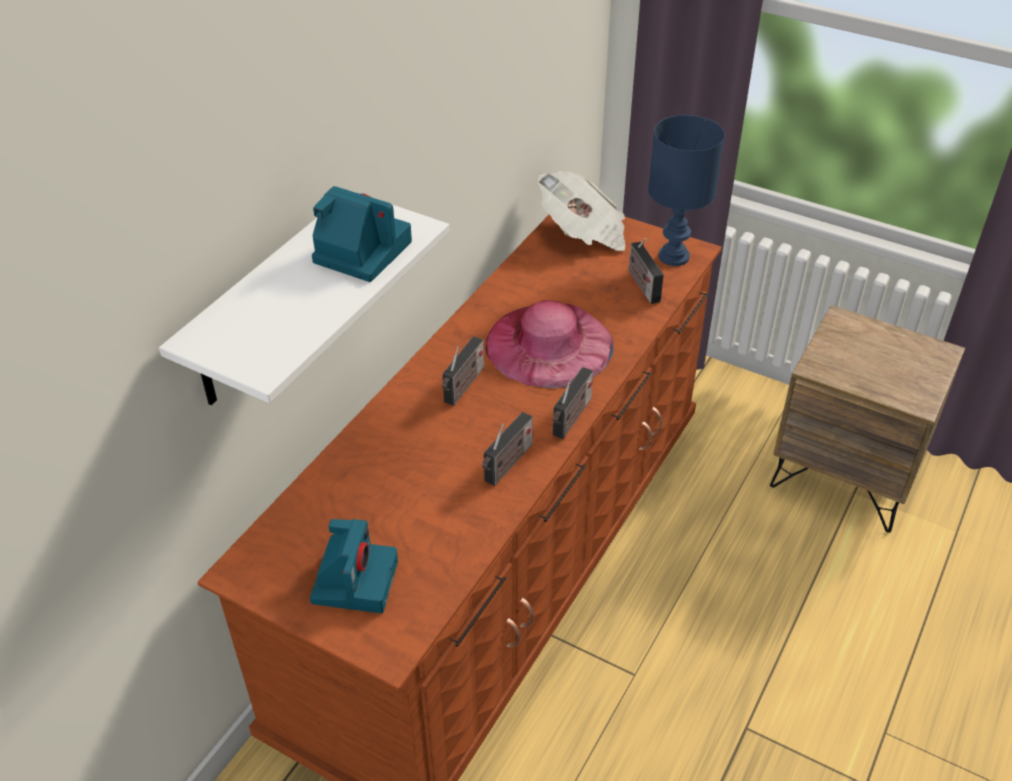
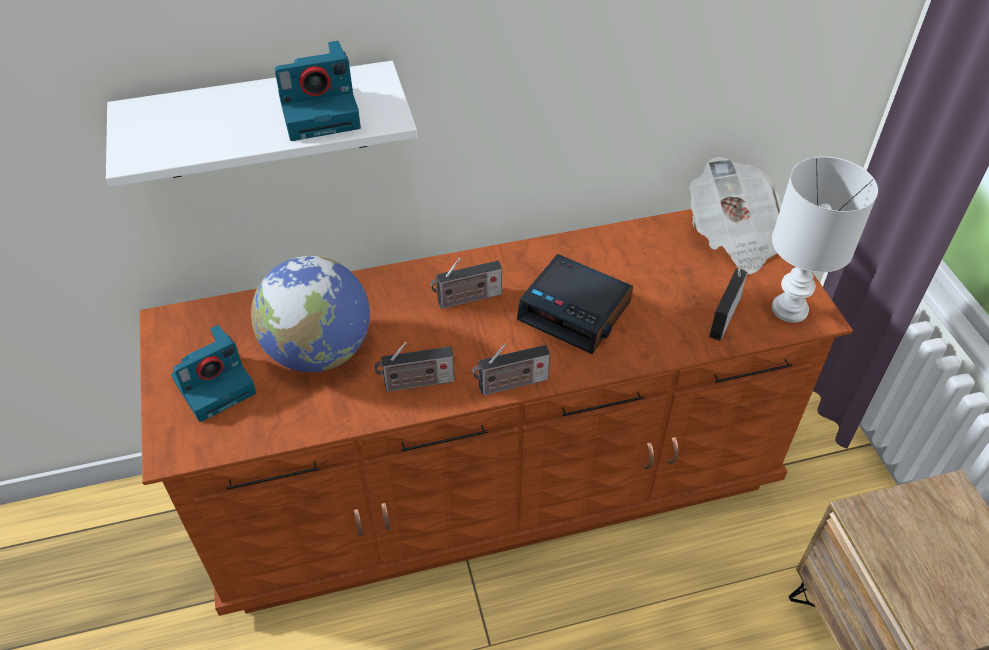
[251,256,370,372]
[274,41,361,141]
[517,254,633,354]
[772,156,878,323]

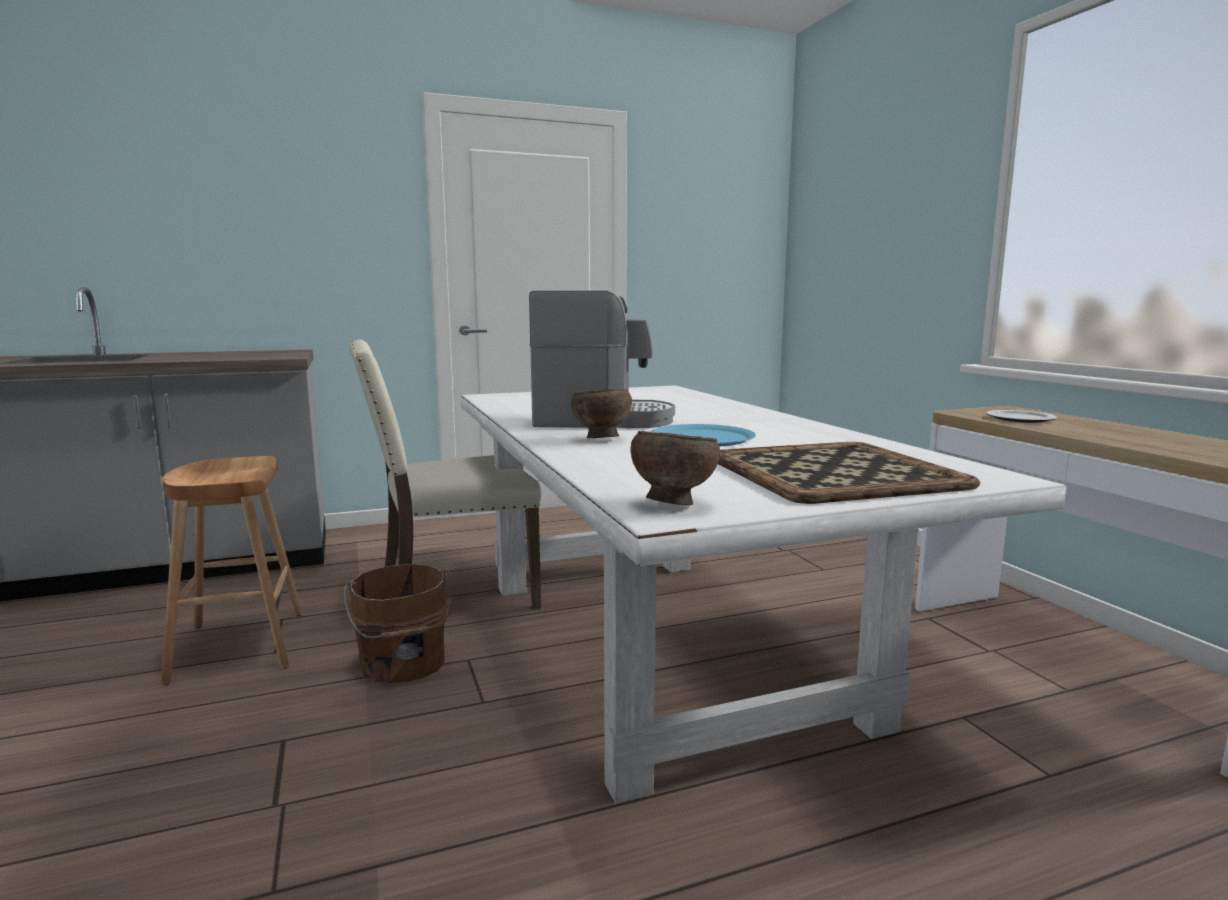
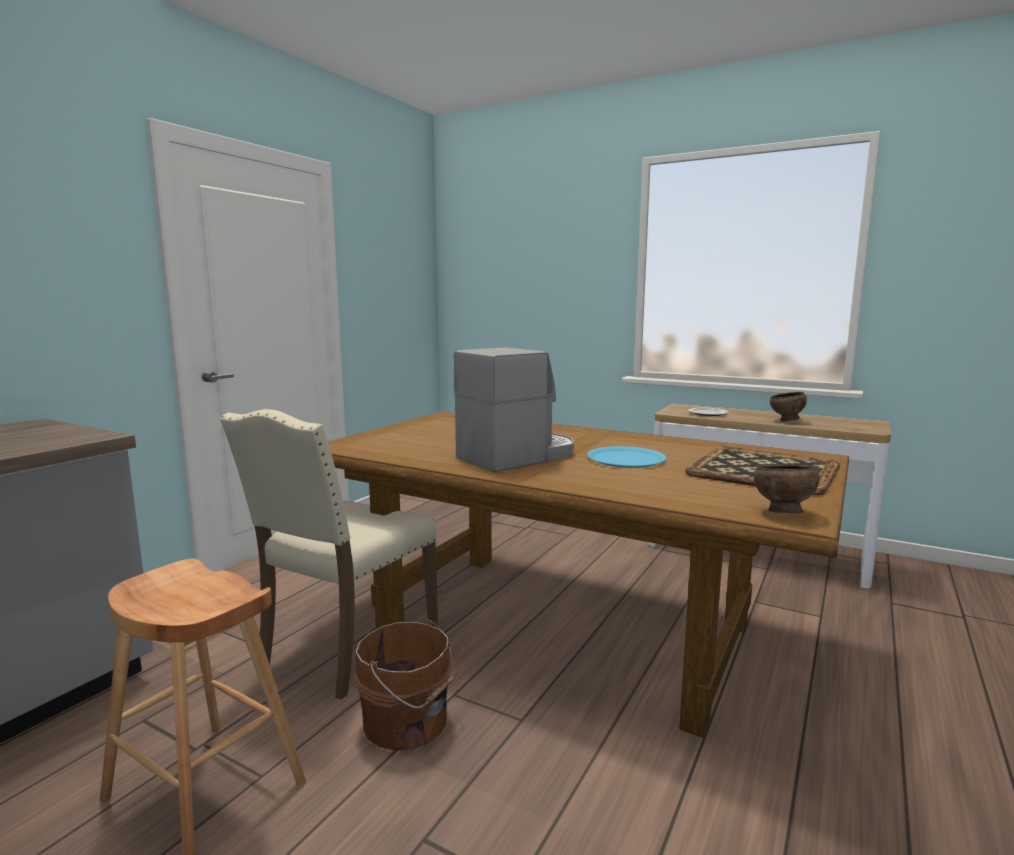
[328,412,849,737]
[770,392,807,421]

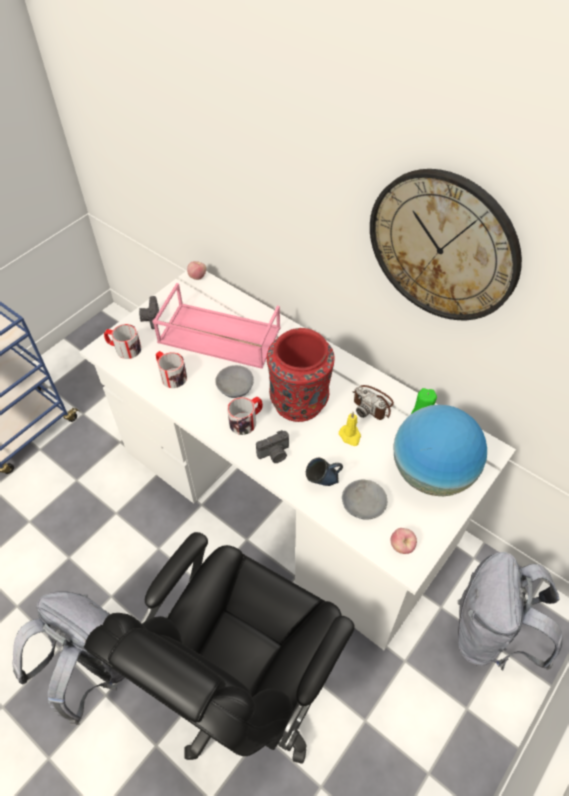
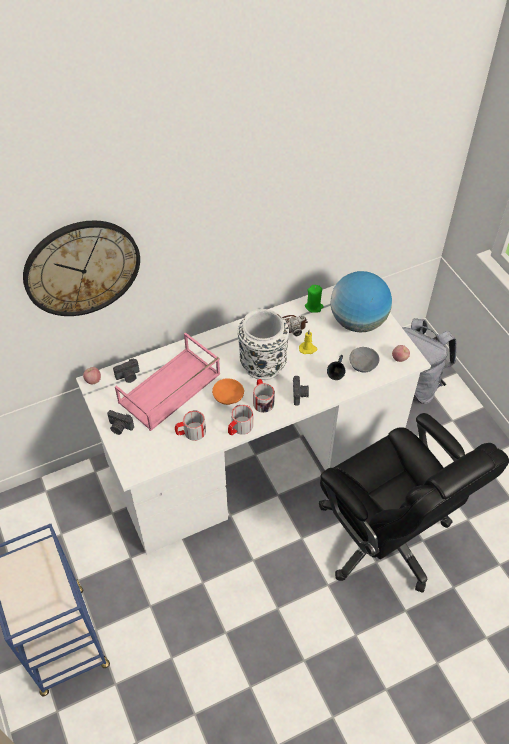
[23,221,140,316]
[113,359,140,383]
[212,378,244,405]
[228,405,253,435]
[238,309,289,380]
[13,591,125,725] (first image)

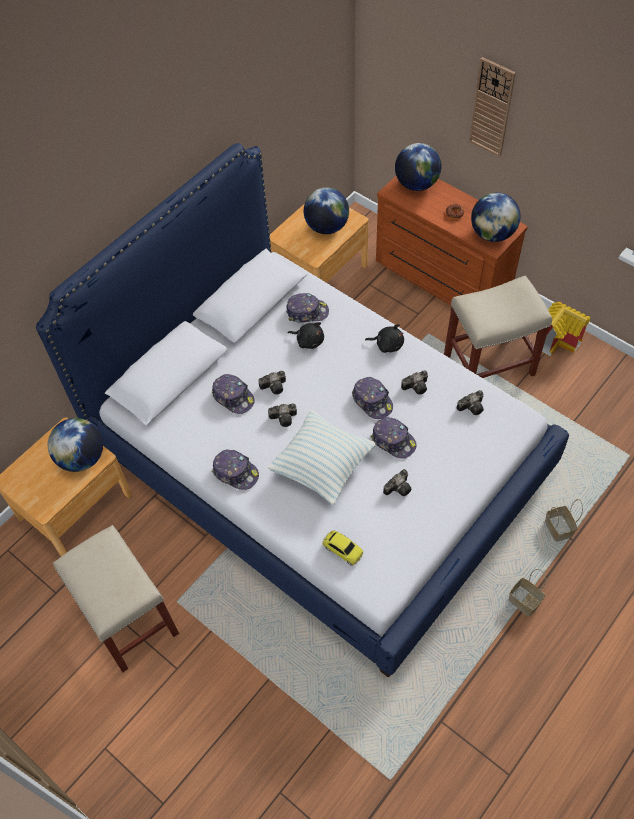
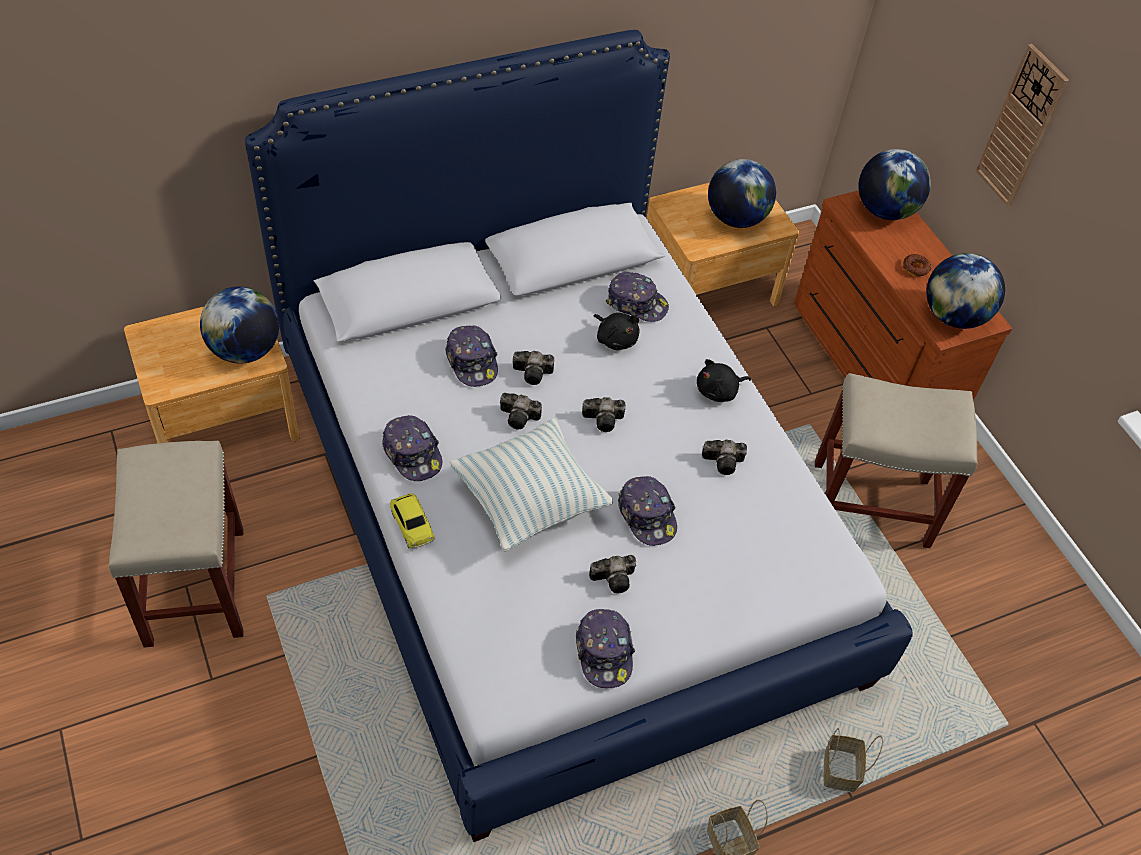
[390,493,435,548]
[576,609,635,688]
[582,397,625,432]
[697,359,751,402]
[542,302,590,356] (first image)

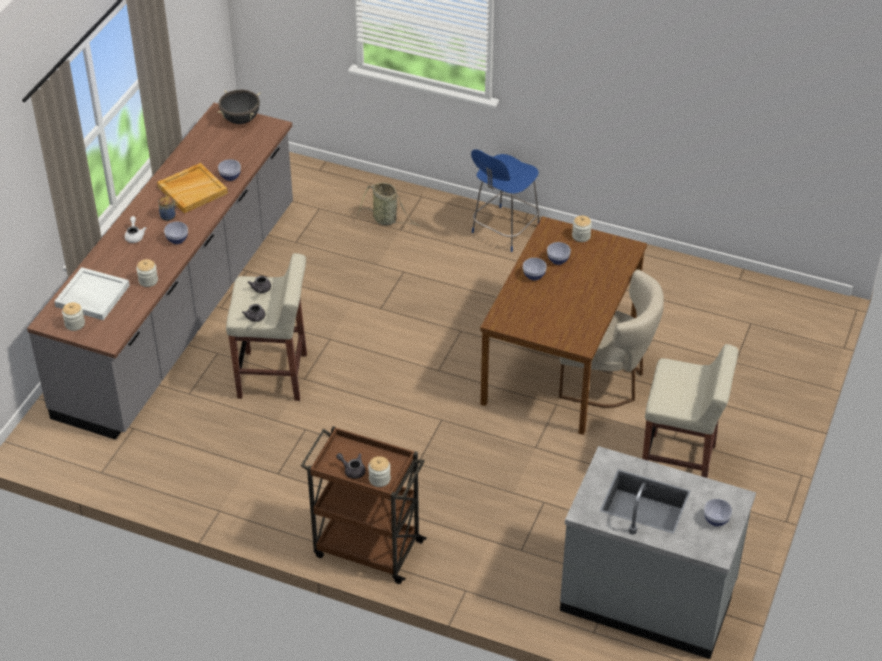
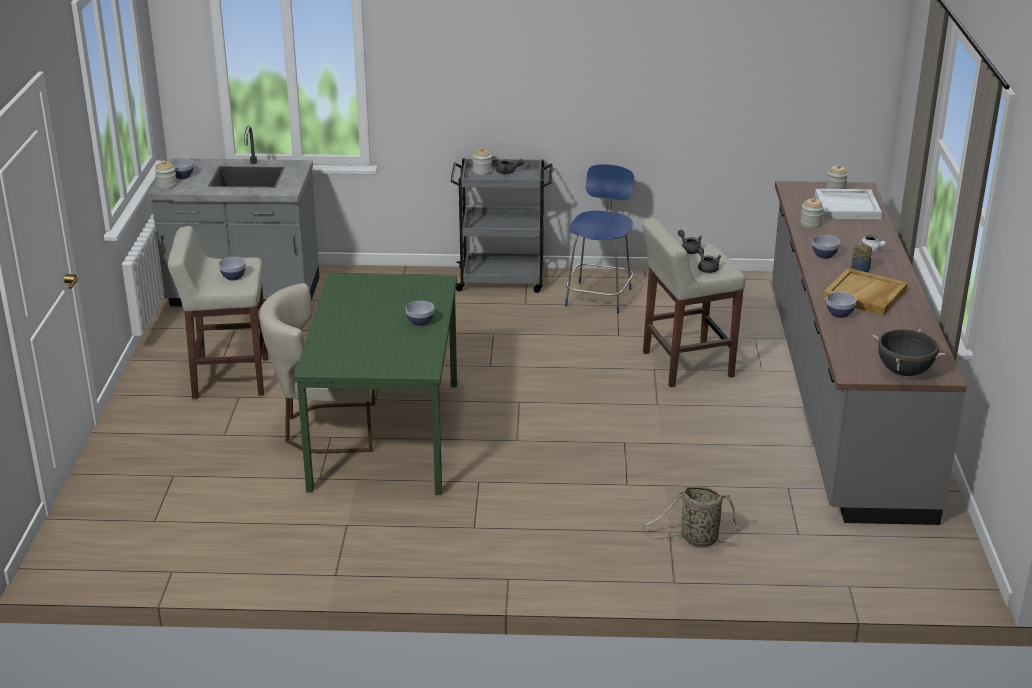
[155,160,177,189]
[218,257,246,280]
[294,273,457,495]
[450,158,552,293]
[565,164,634,314]

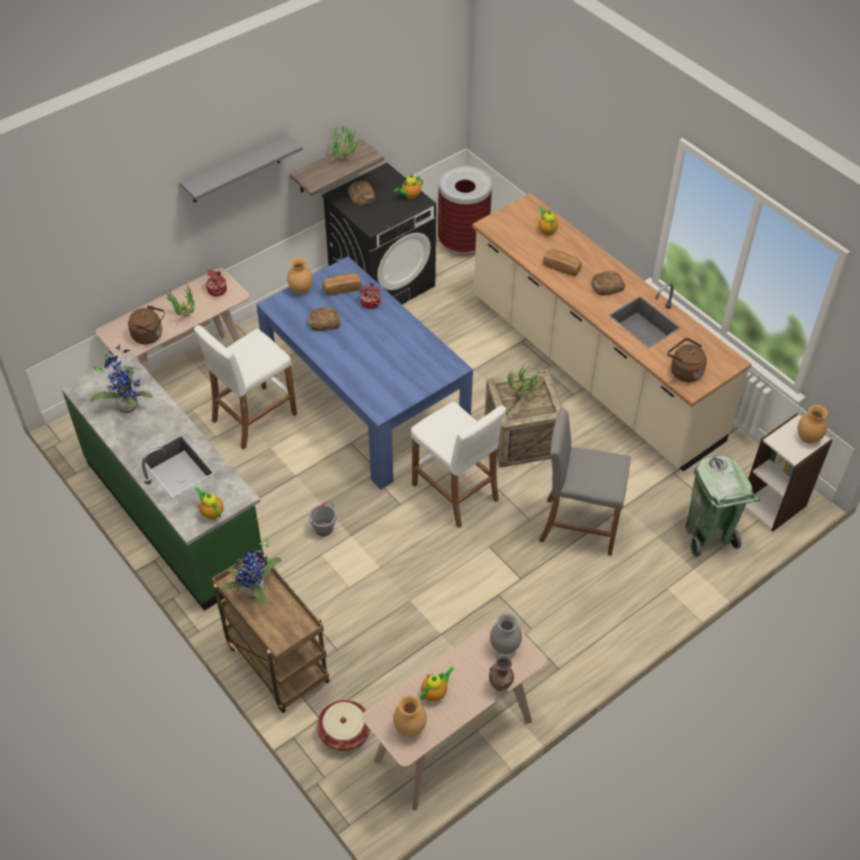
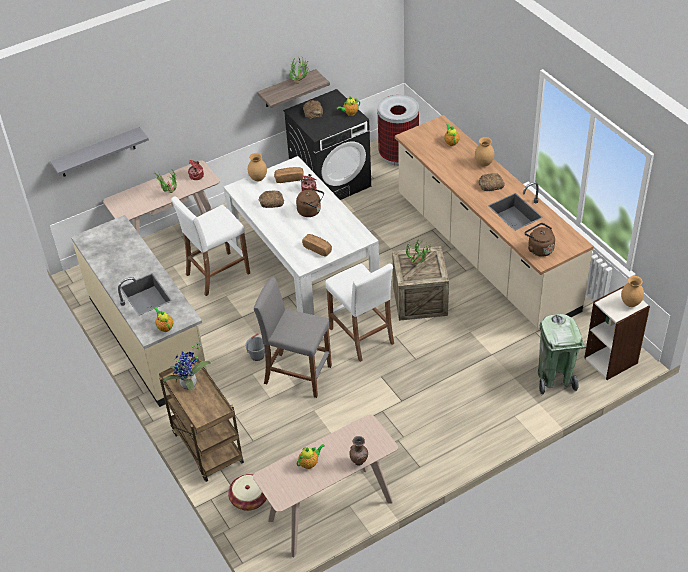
[50,127,149,176]
[71,215,207,407]
[224,156,379,315]
[254,277,332,398]
[296,188,324,217]
[302,234,332,257]
[475,137,494,167]
[88,343,152,413] (first image)
[490,614,522,654] (first image)

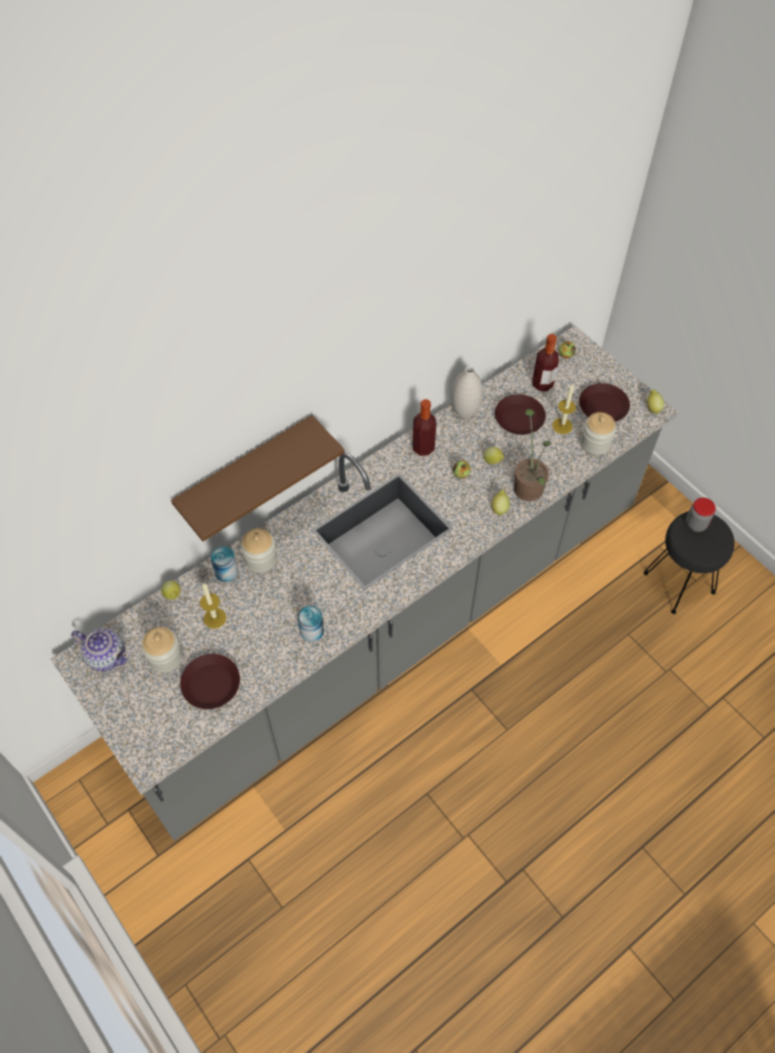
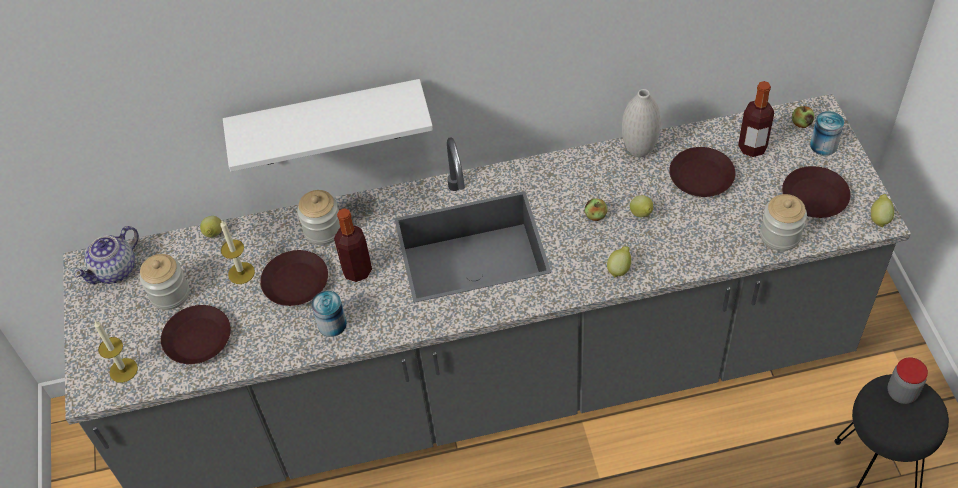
[74,226,139,284]
[94,321,138,383]
[223,79,433,172]
[260,250,328,306]
[334,208,372,282]
[810,111,844,156]
[514,409,551,501] (first image)

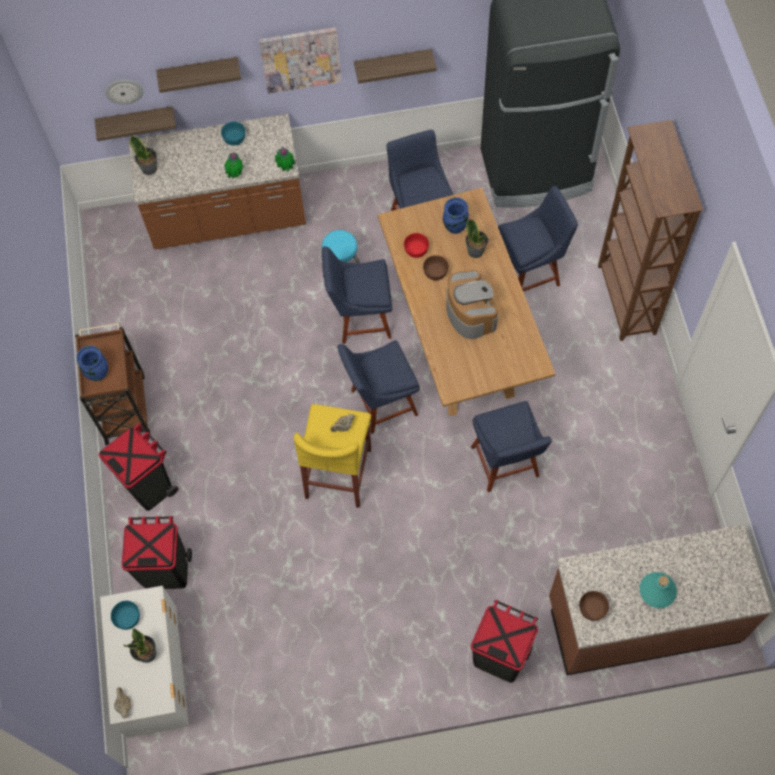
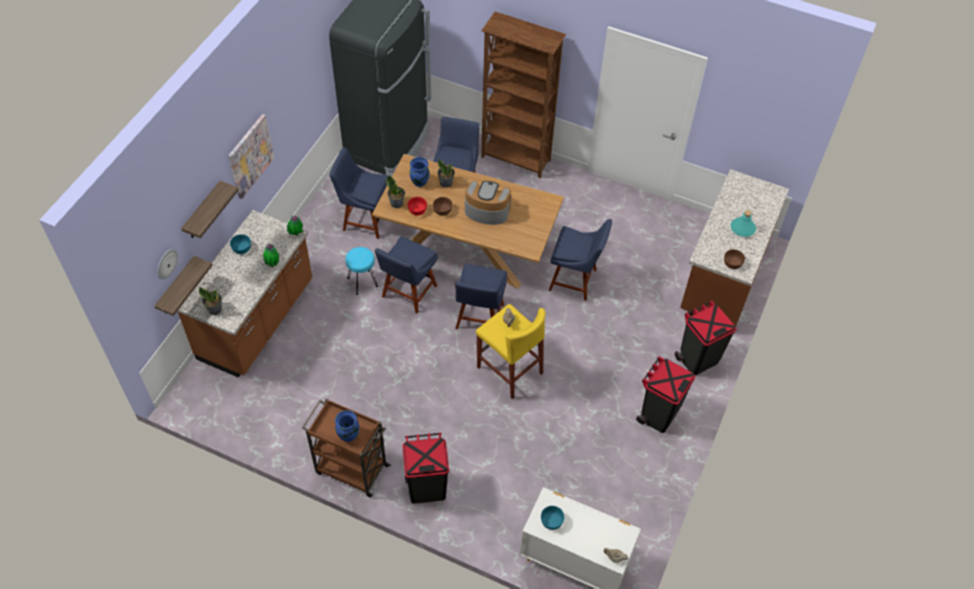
[386,175,405,208]
[636,356,695,433]
[354,49,437,84] (first image)

